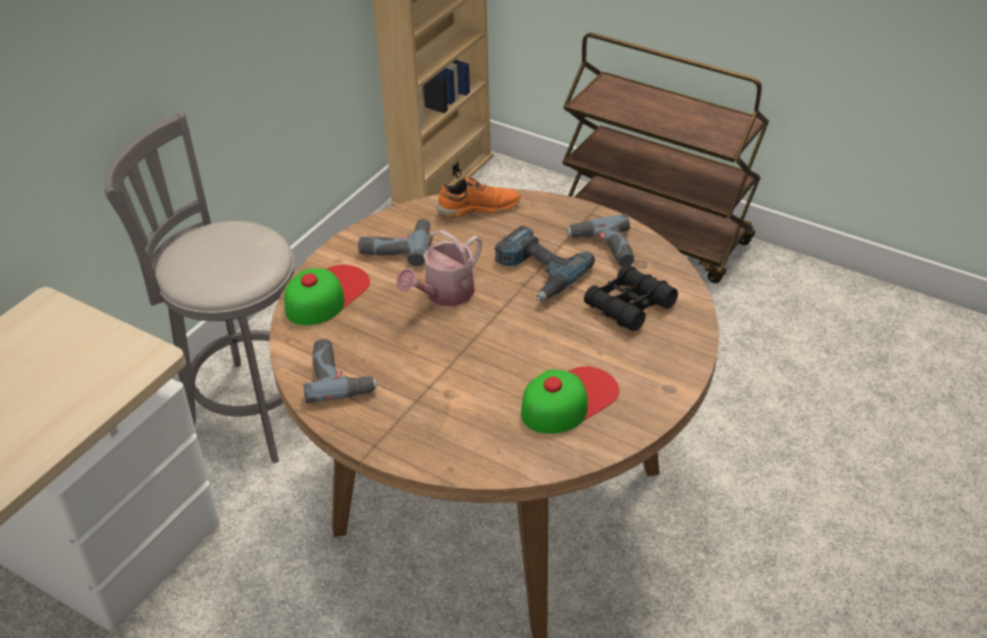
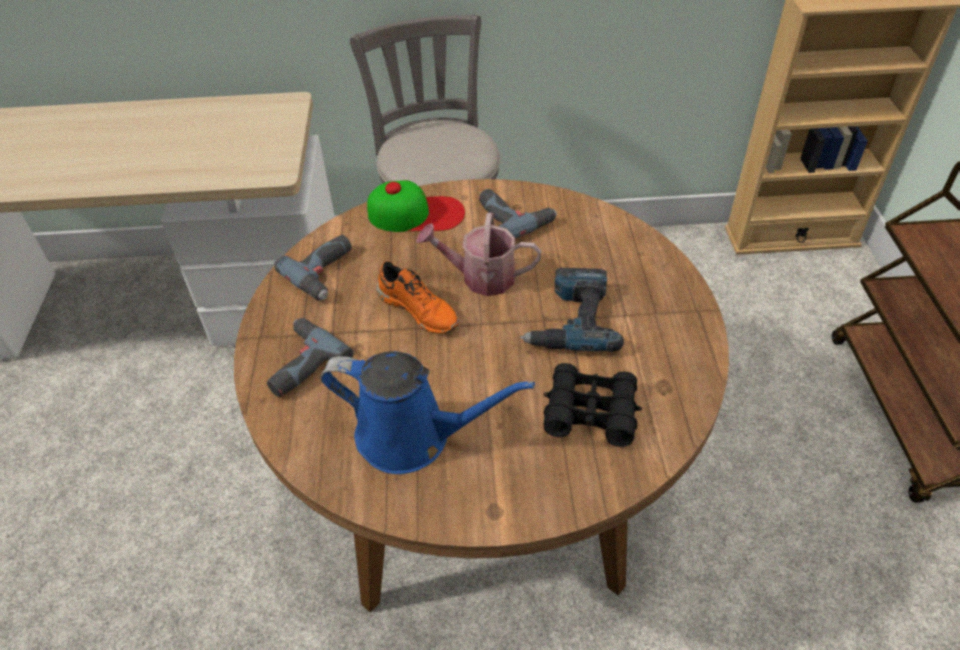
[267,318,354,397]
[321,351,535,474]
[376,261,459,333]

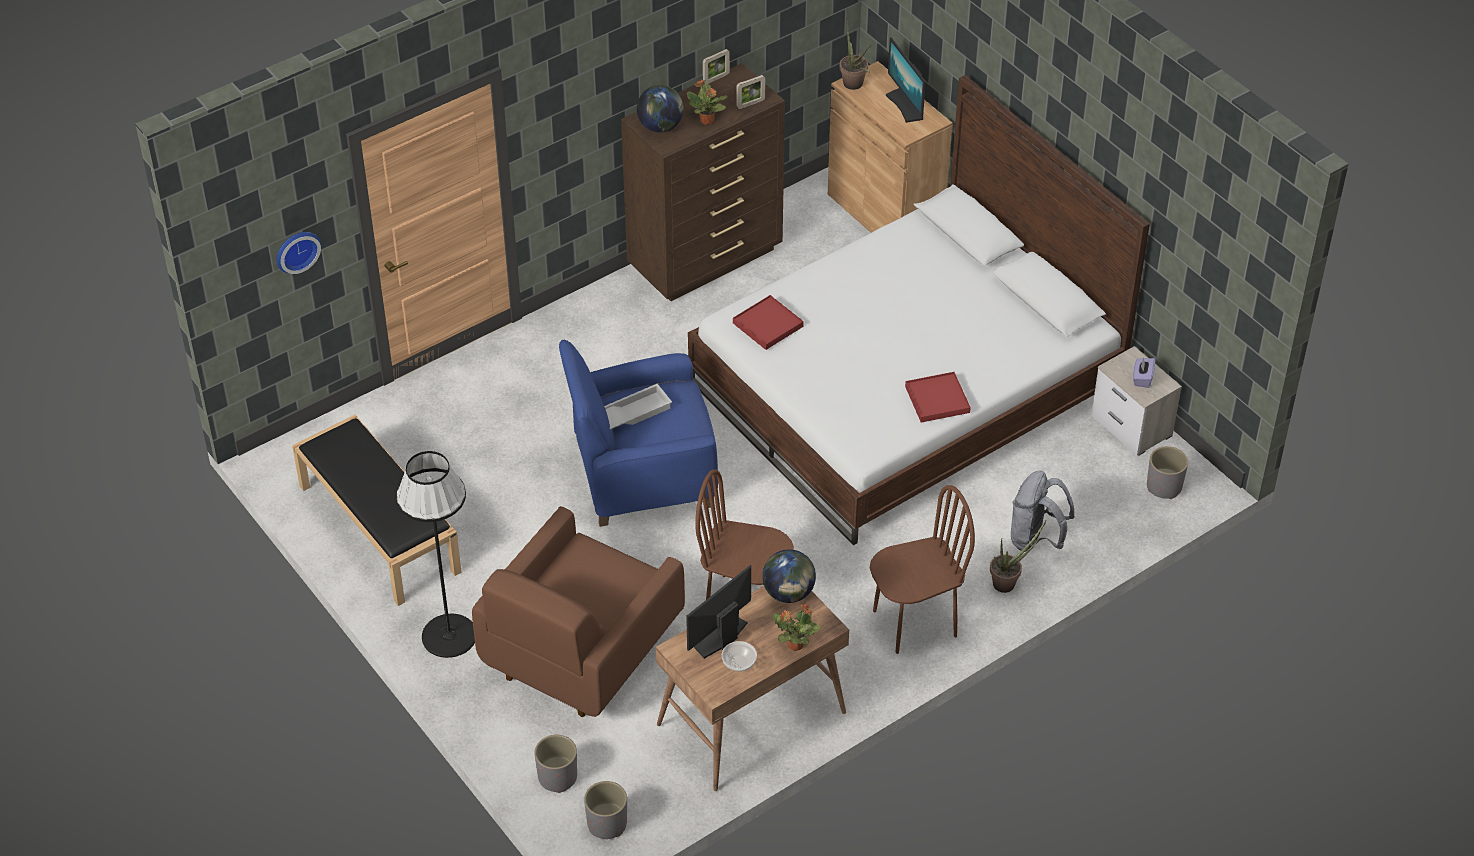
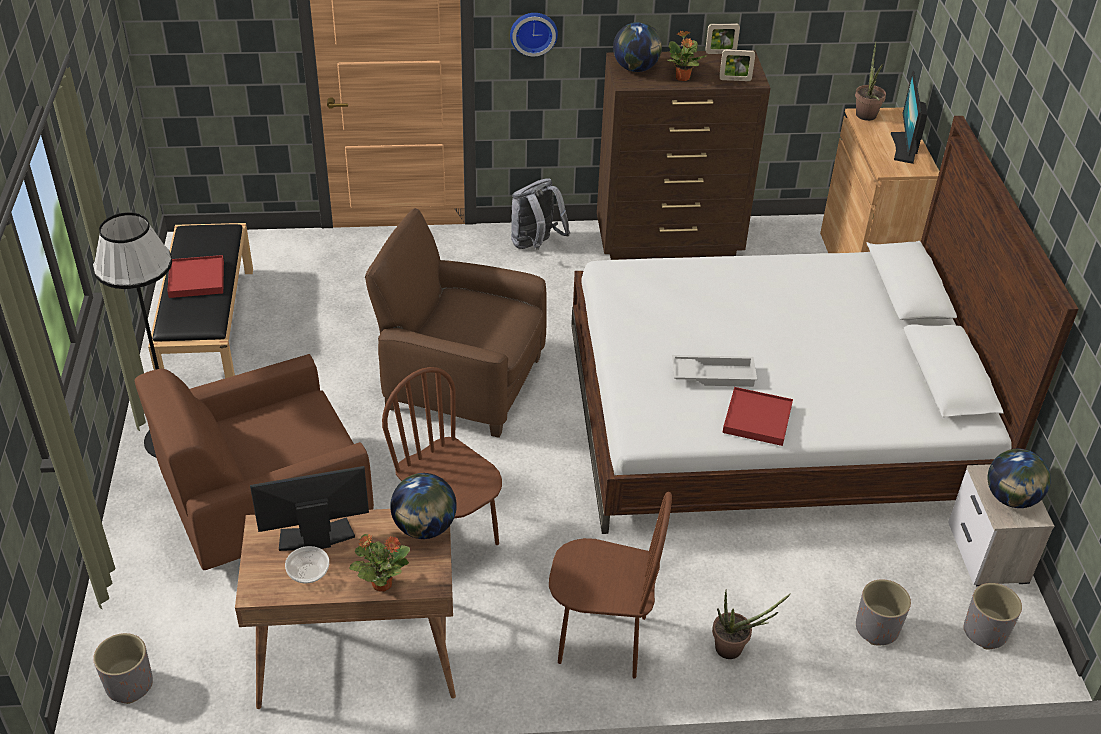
[167,255,224,298]
[365,208,547,438]
[510,13,558,56]
[511,178,570,250]
[672,355,757,387]
[856,579,911,645]
[988,449,1051,508]

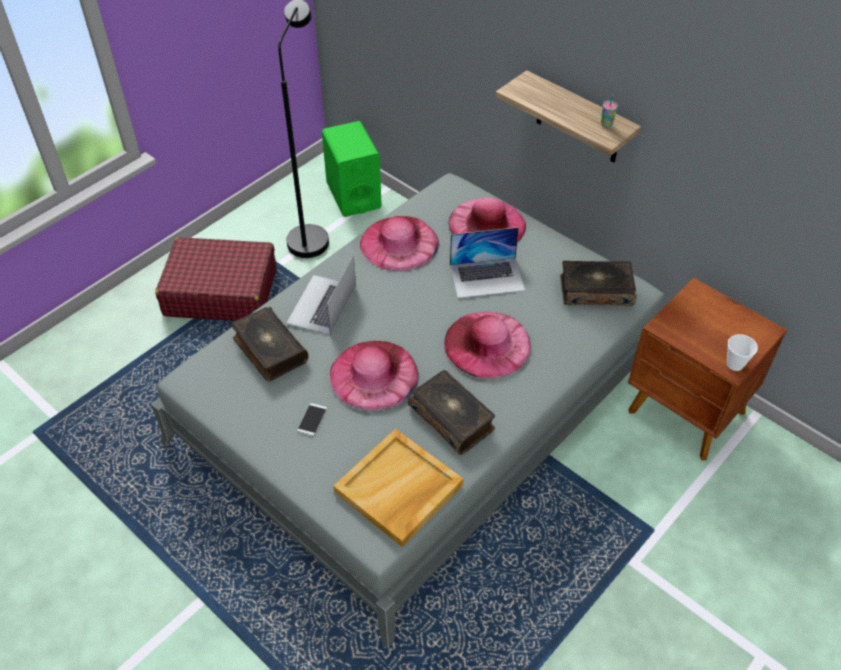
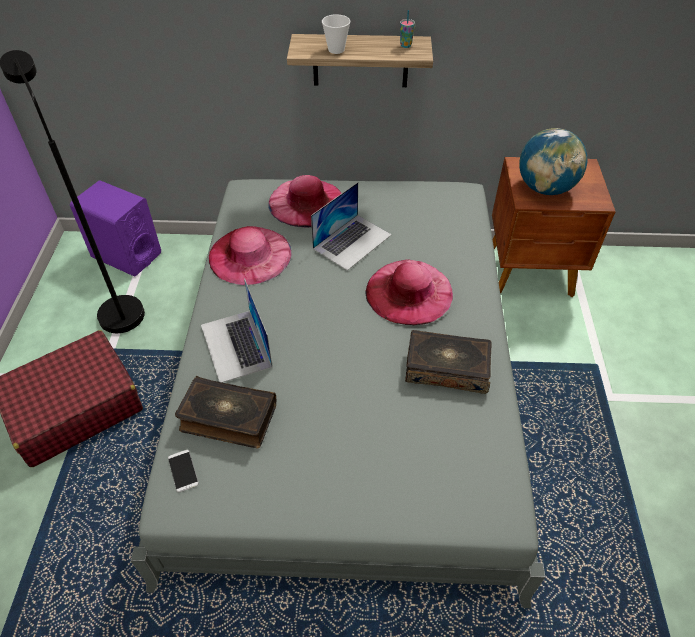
[70,181,161,276]
[168,450,199,492]
[322,14,350,54]
[519,128,587,195]
[330,341,419,411] (first image)
[333,429,464,547] (first image)
[560,261,637,306] (first image)

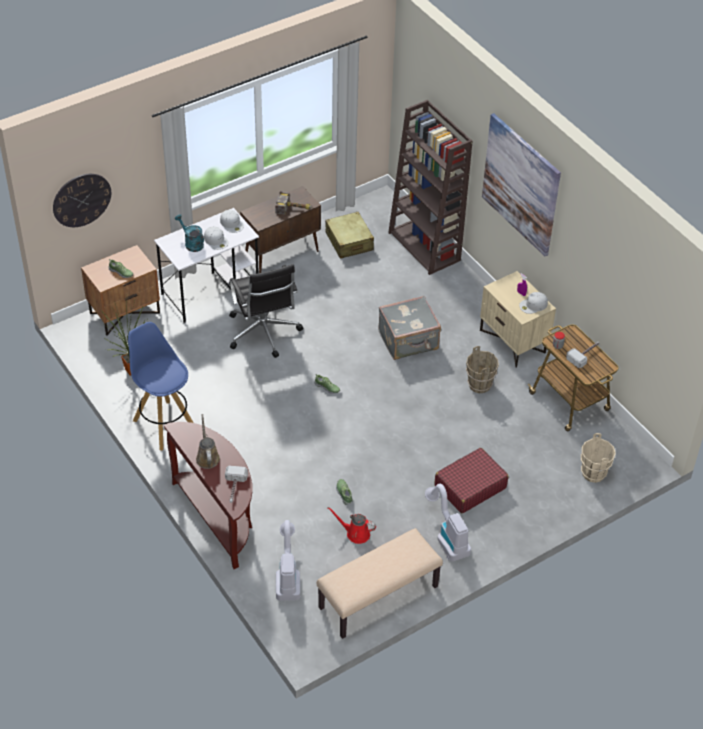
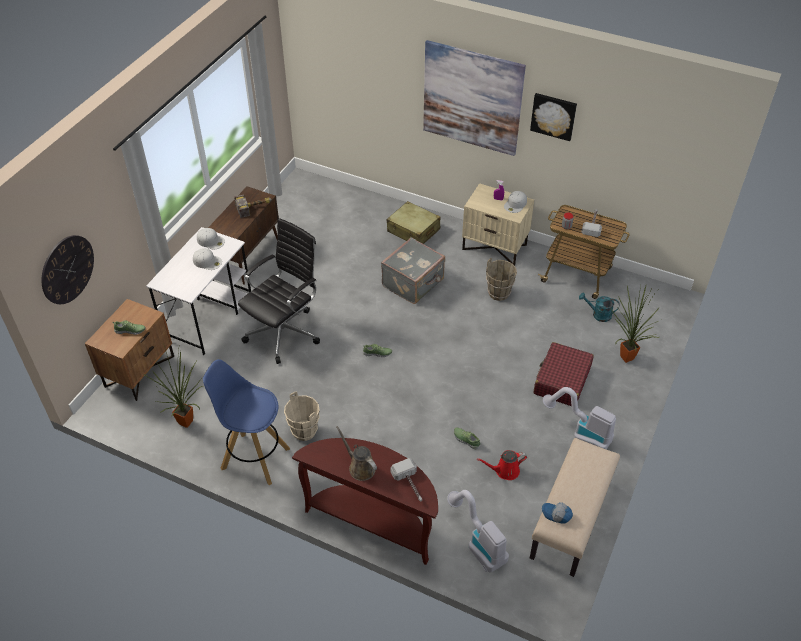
[238,218,320,364]
[284,392,320,441]
[387,201,440,244]
[530,93,577,141]
[542,502,573,524]
[579,293,620,322]
[611,285,659,363]
[388,100,473,275] (first image)

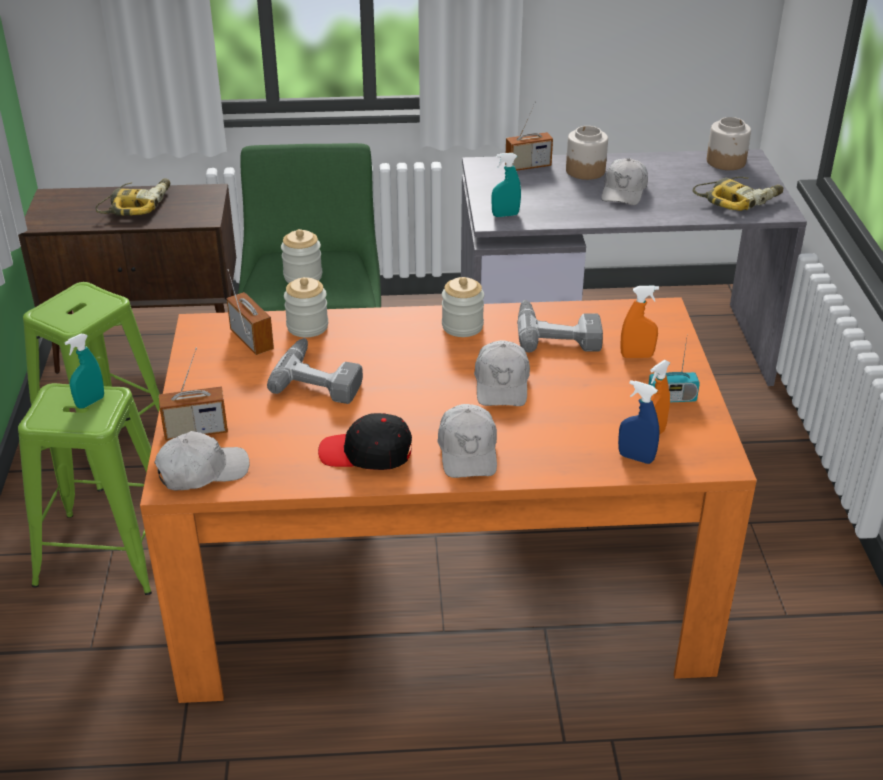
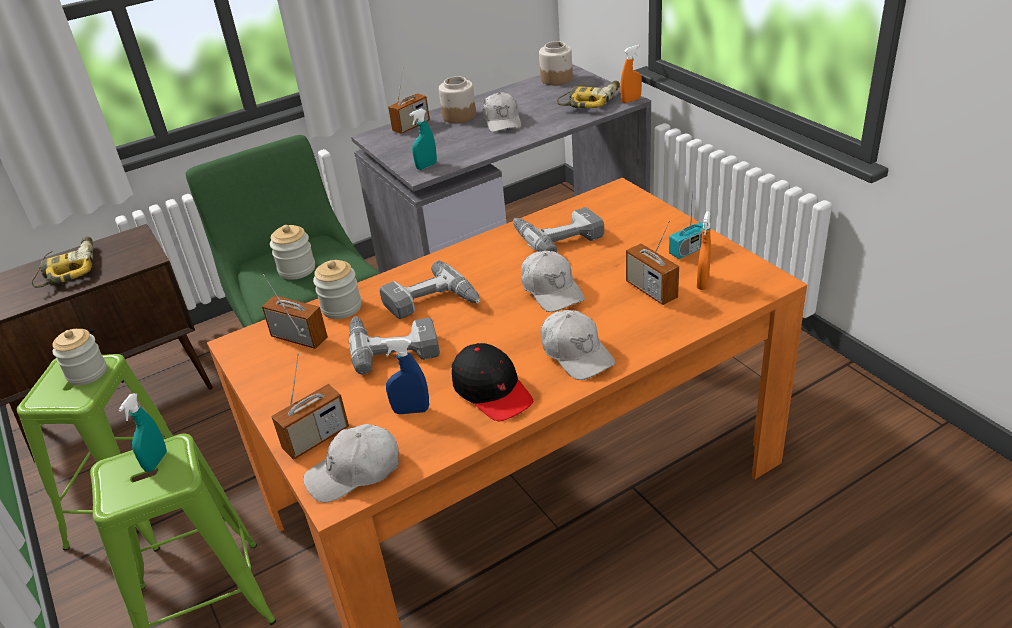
[53,329,107,385]
[303,424,399,503]
[380,261,480,319]
[381,338,429,414]
[452,343,533,421]
[620,45,642,103]
[626,220,679,305]

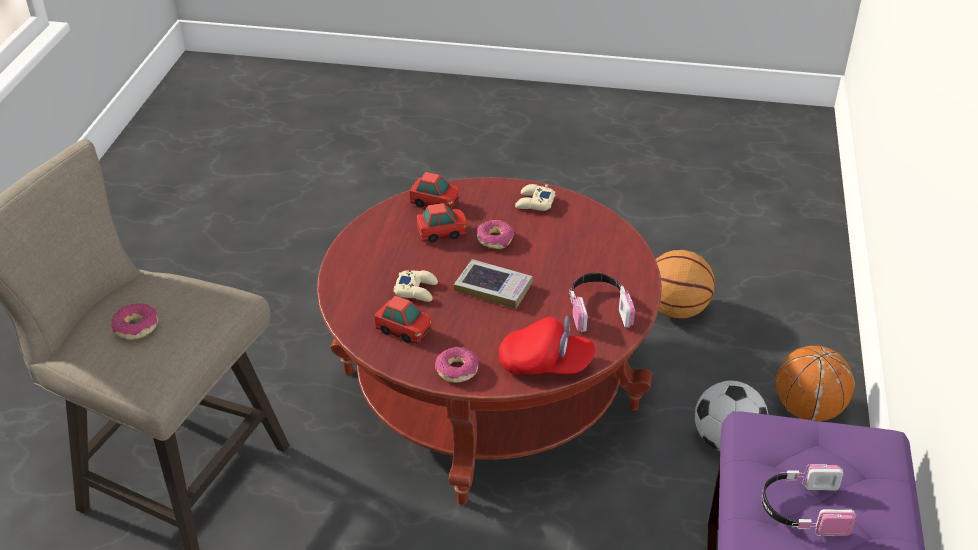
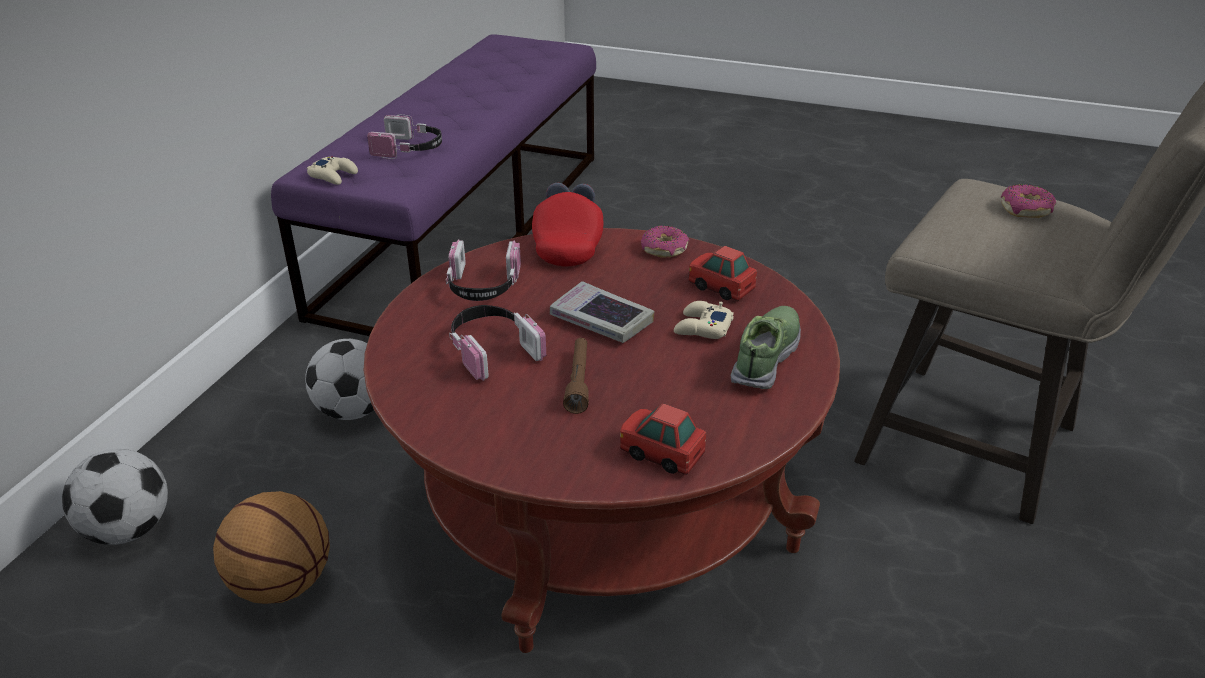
[62,449,168,545]
[307,156,358,185]
[449,305,546,381]
[532,183,603,267]
[563,338,589,414]
[731,306,801,389]
[417,203,467,242] (first image)
[776,346,855,422] (first image)

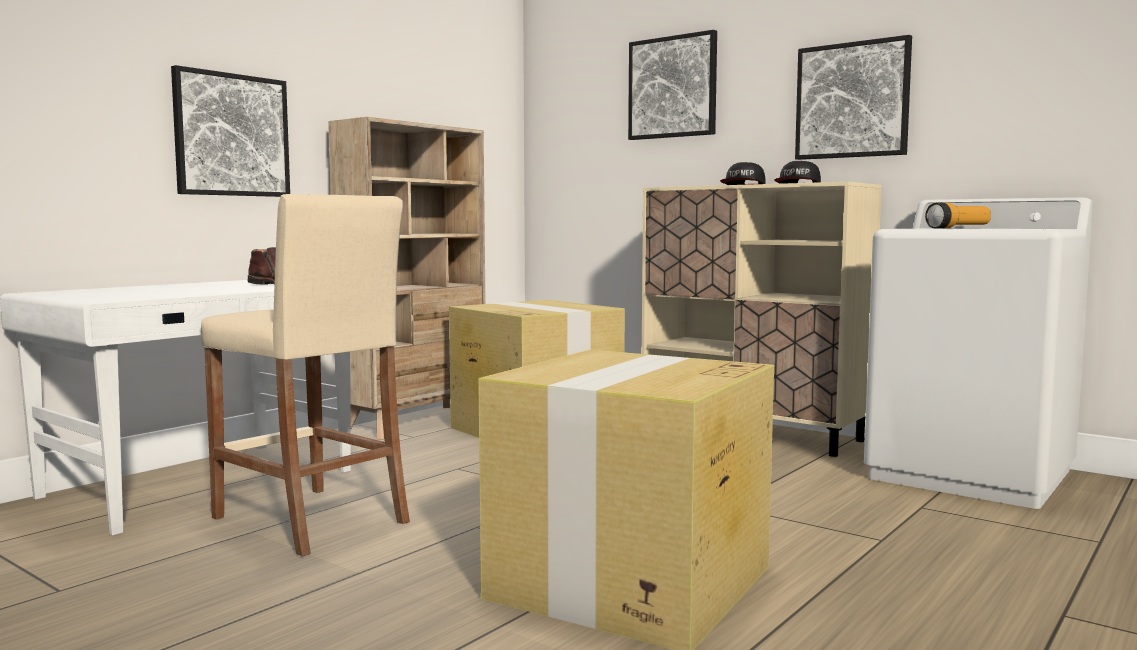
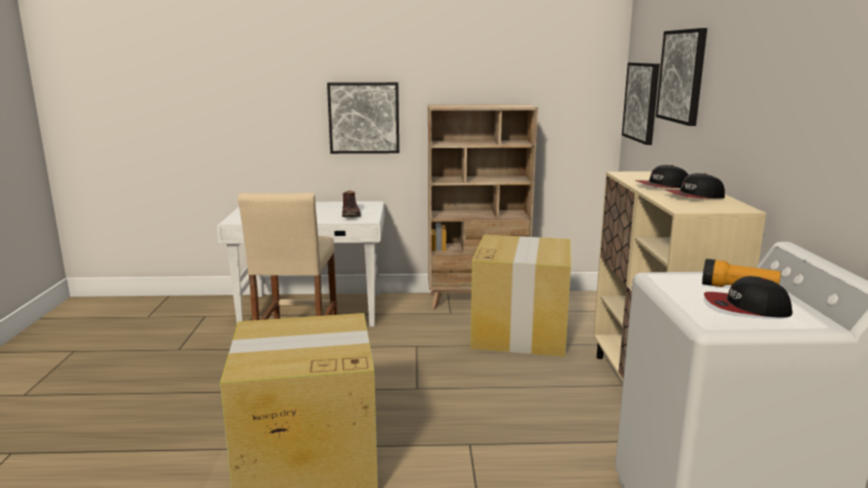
[622,62,660,145]
[704,276,792,318]

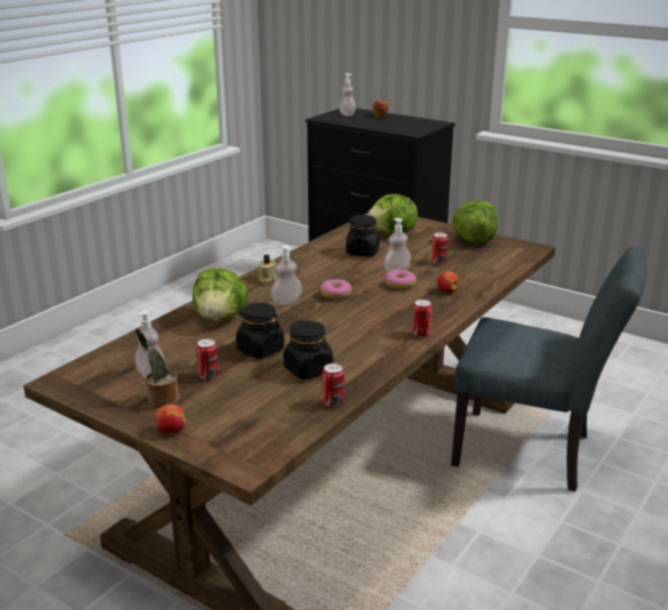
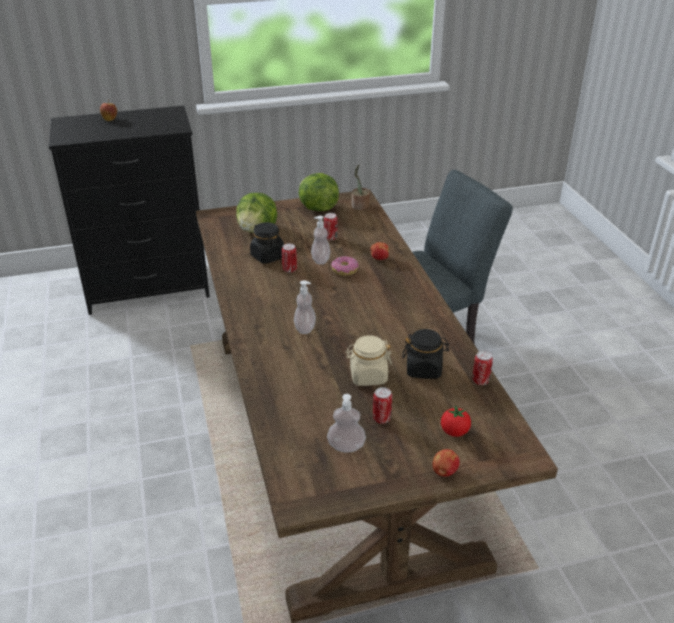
[282,243,297,273]
[345,335,392,386]
[352,164,370,210]
[441,405,471,437]
[192,268,248,321] (first image)
[258,255,277,283] (first image)
[320,279,352,299] (first image)
[339,74,356,116] (first image)

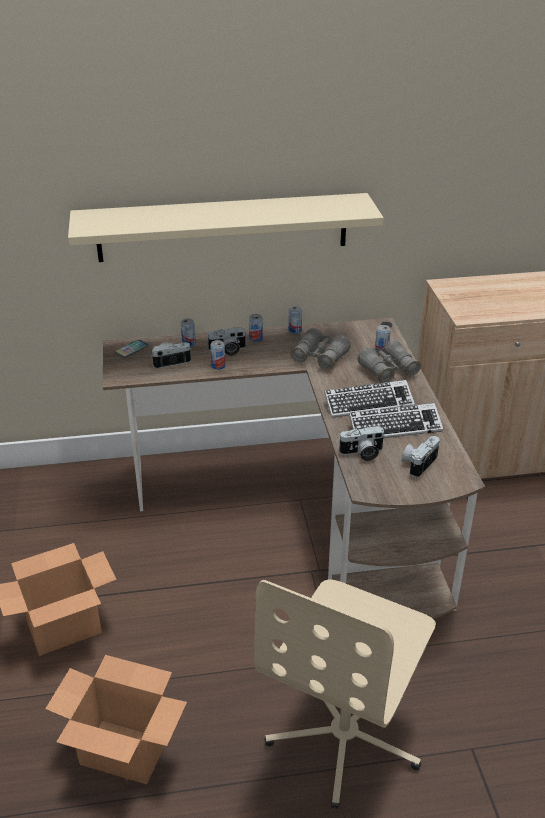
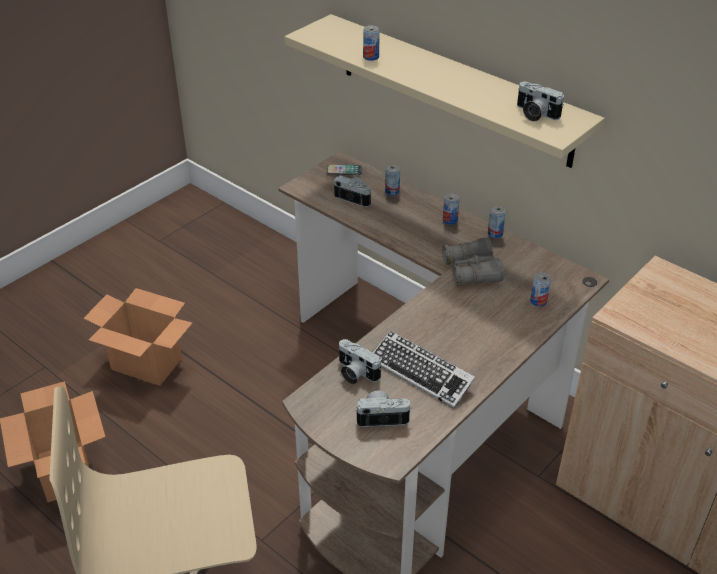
[363,25,380,61]
[517,82,564,122]
[324,380,415,418] (first image)
[357,341,421,383] (first image)

